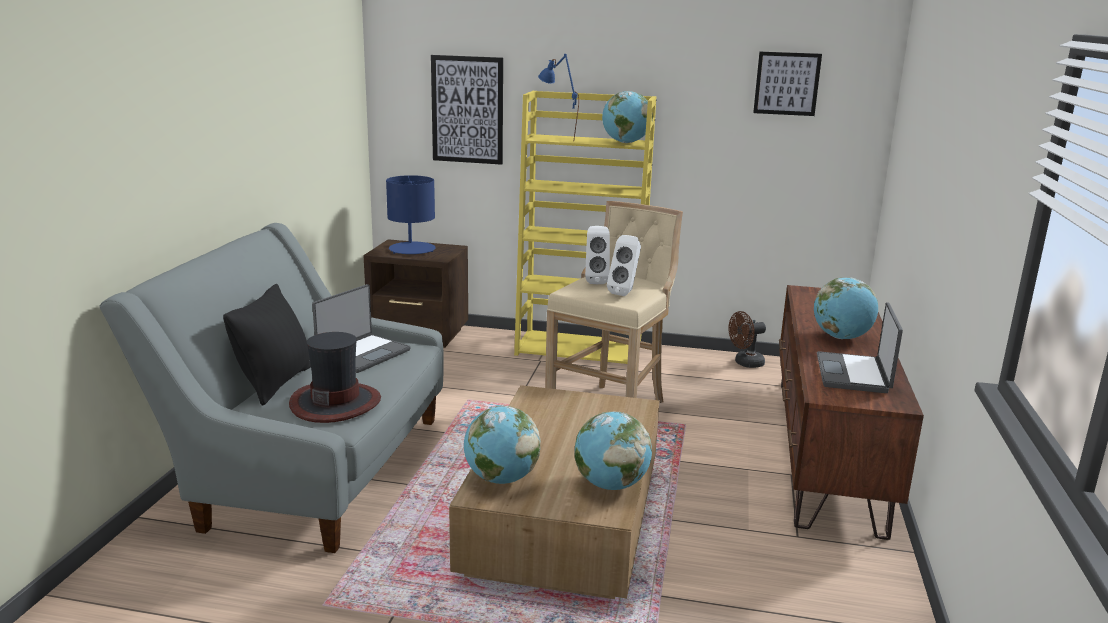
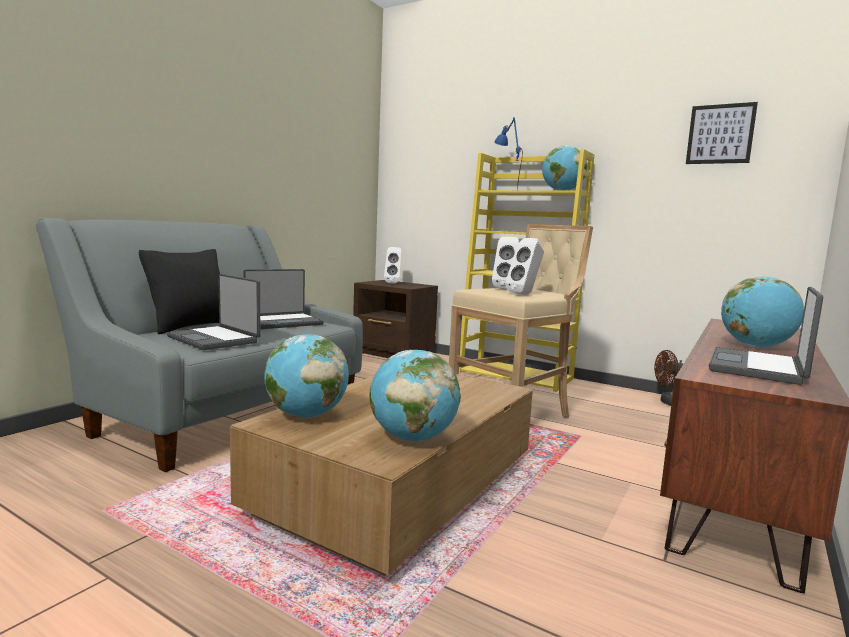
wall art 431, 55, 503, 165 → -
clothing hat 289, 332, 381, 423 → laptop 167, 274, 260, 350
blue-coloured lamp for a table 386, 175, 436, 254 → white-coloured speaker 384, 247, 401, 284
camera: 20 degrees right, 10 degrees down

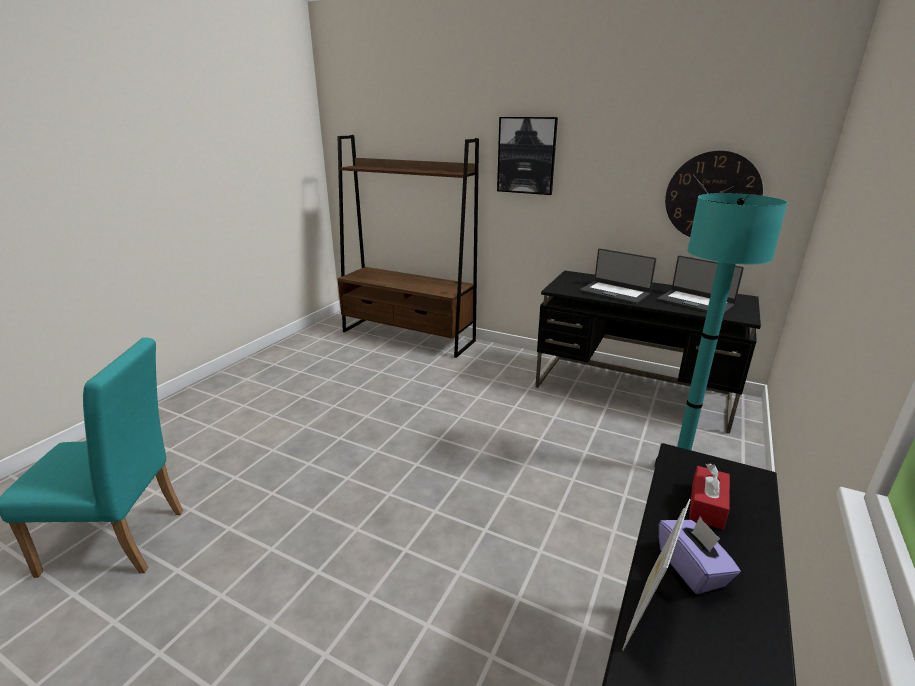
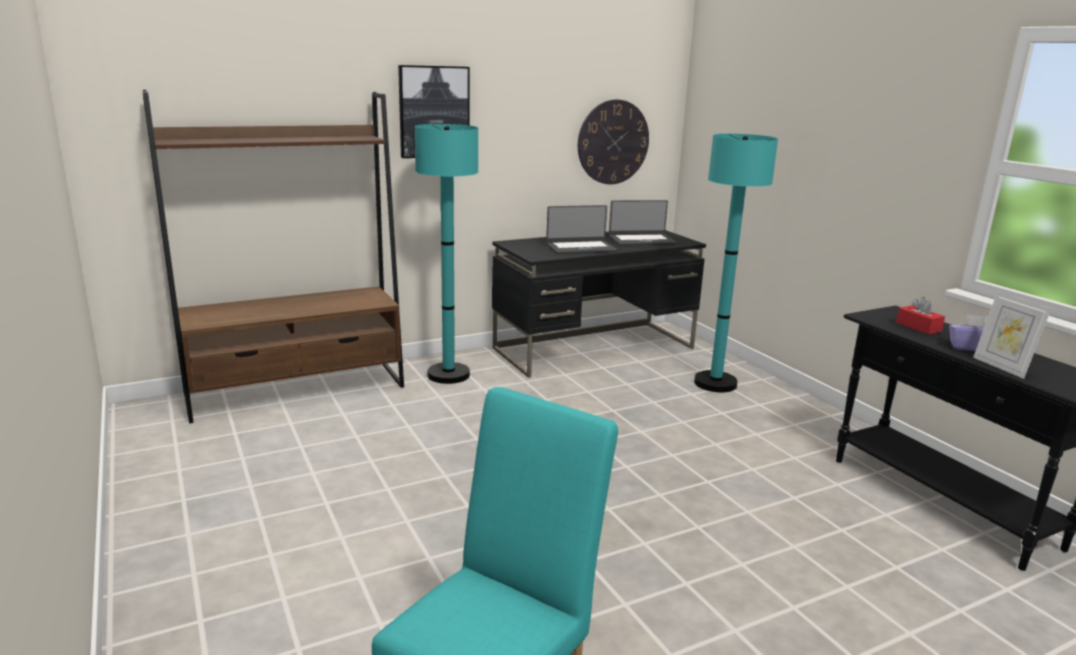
- → turquoise-coloured standing lamp 415, 124, 478, 384
camera: 55 degrees left, 5 degrees down

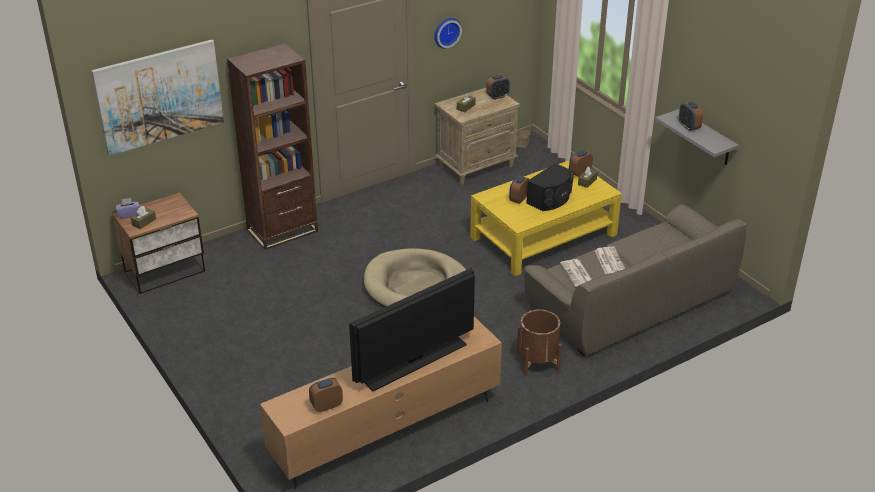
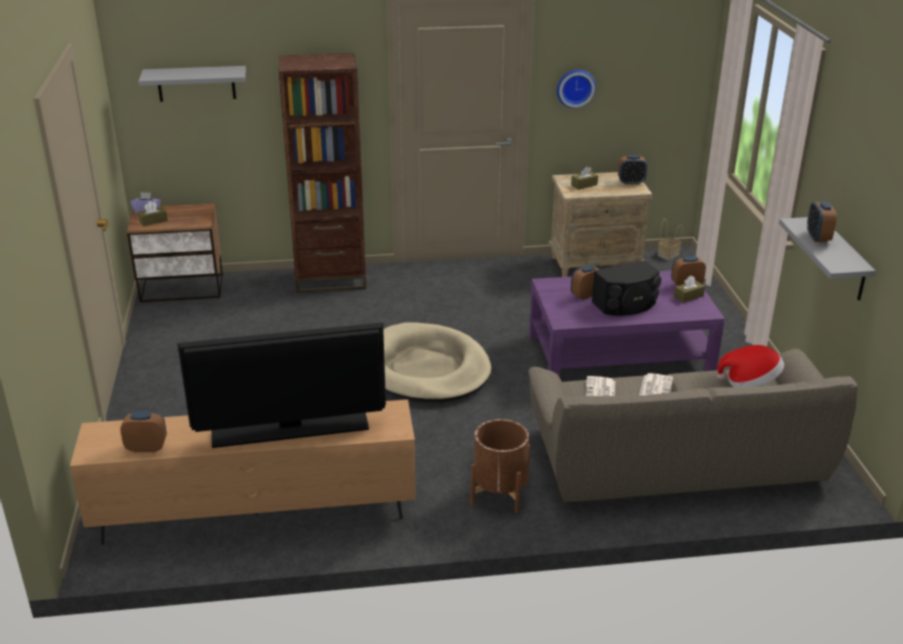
- → clothing hat 717, 345, 784, 387
wall art 91, 40, 224, 156 → gray shelf 138, 66, 246, 102
yellowish low table 470, 160, 622, 276 → purple low table 529, 271, 725, 378
camera: 25 degrees right, 5 degrees down

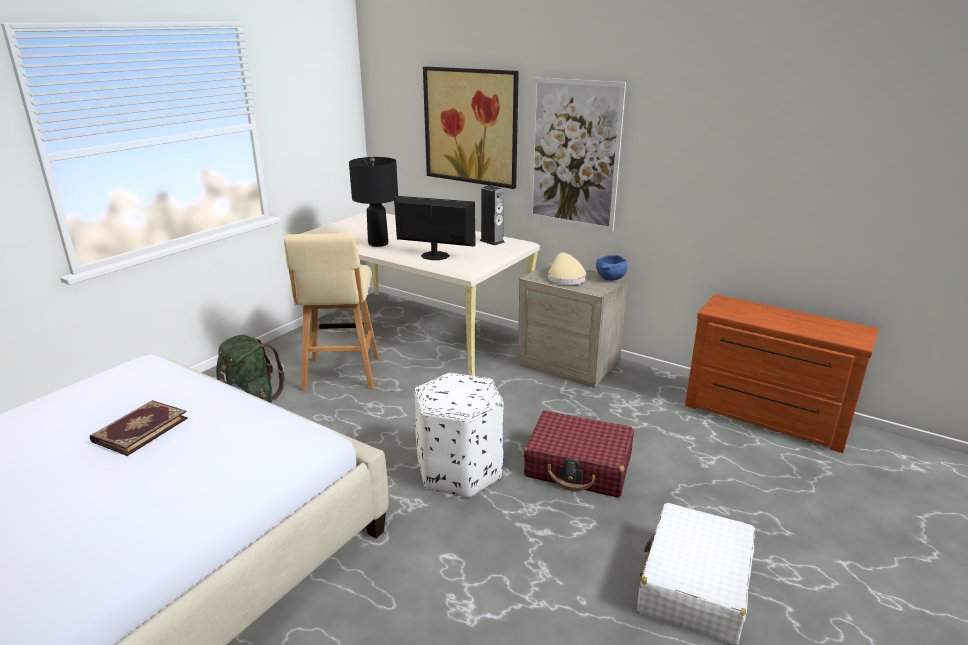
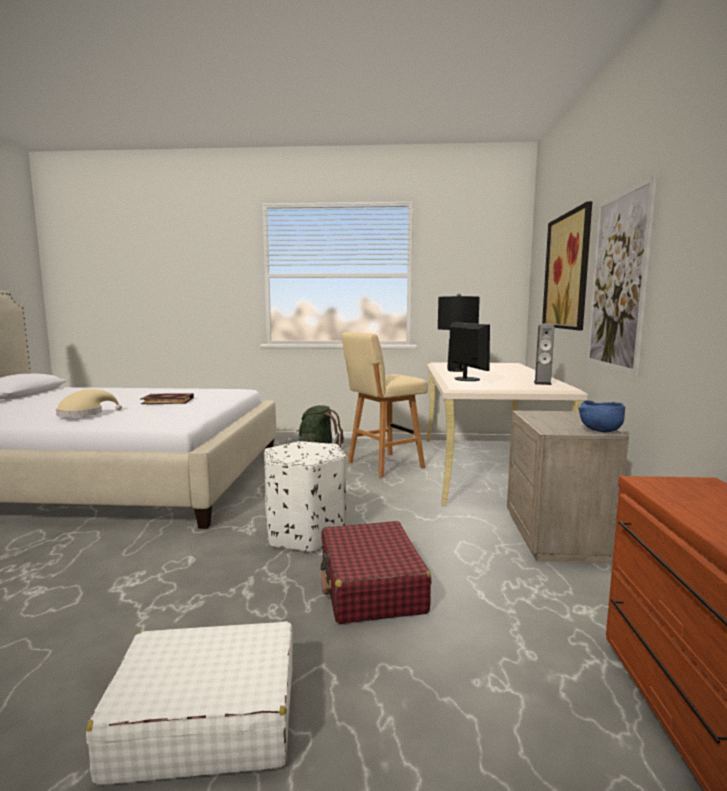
beige clothing hat 548, 253, 586, 285 → beige clothing hat 56, 389, 122, 417, relocated
camera: 60 degrees right, 15 degrees down

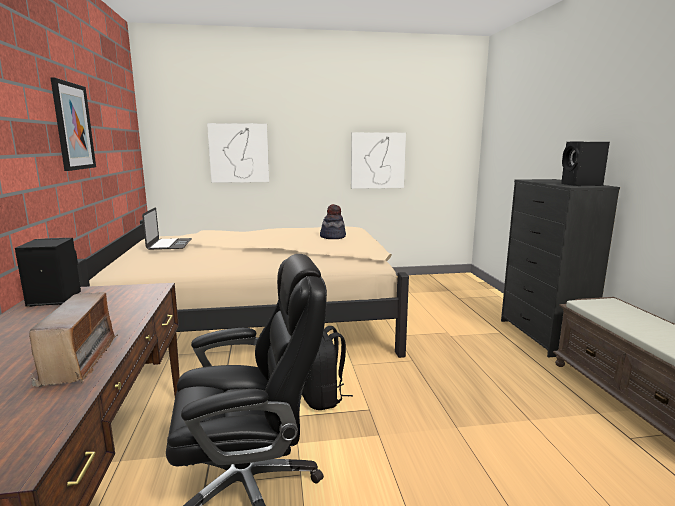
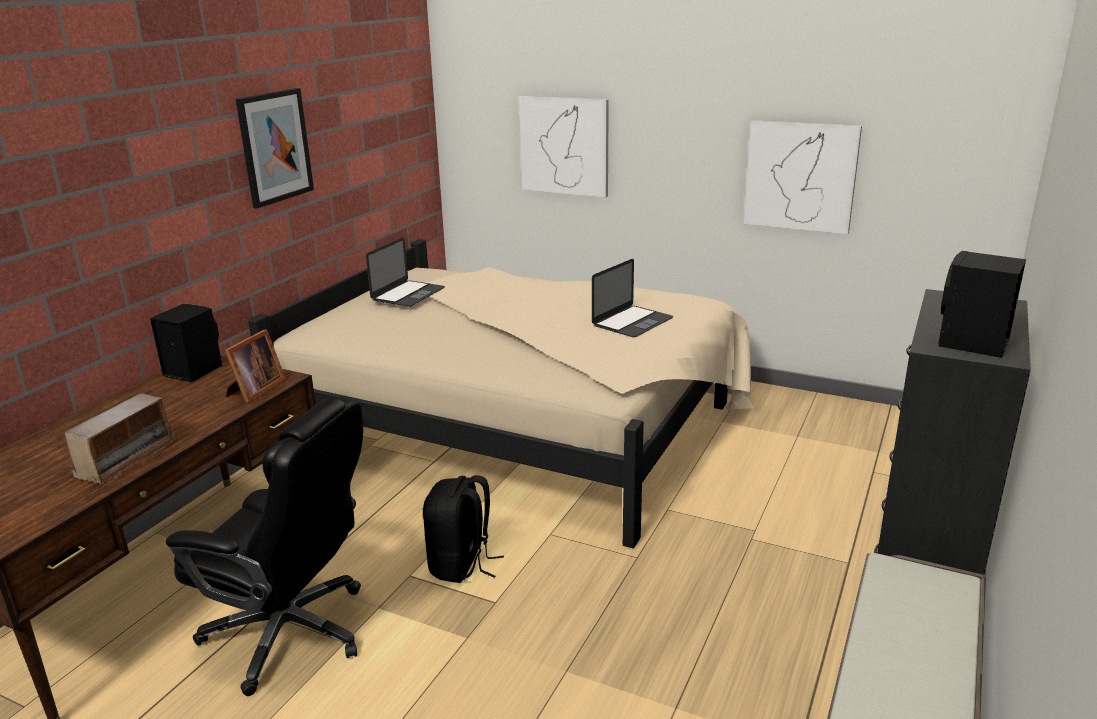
- → picture frame 224, 329, 286, 403
clothing hat 320, 204, 346, 239 → laptop 592, 259, 673, 337
camera: 35 degrees right, 10 degrees up

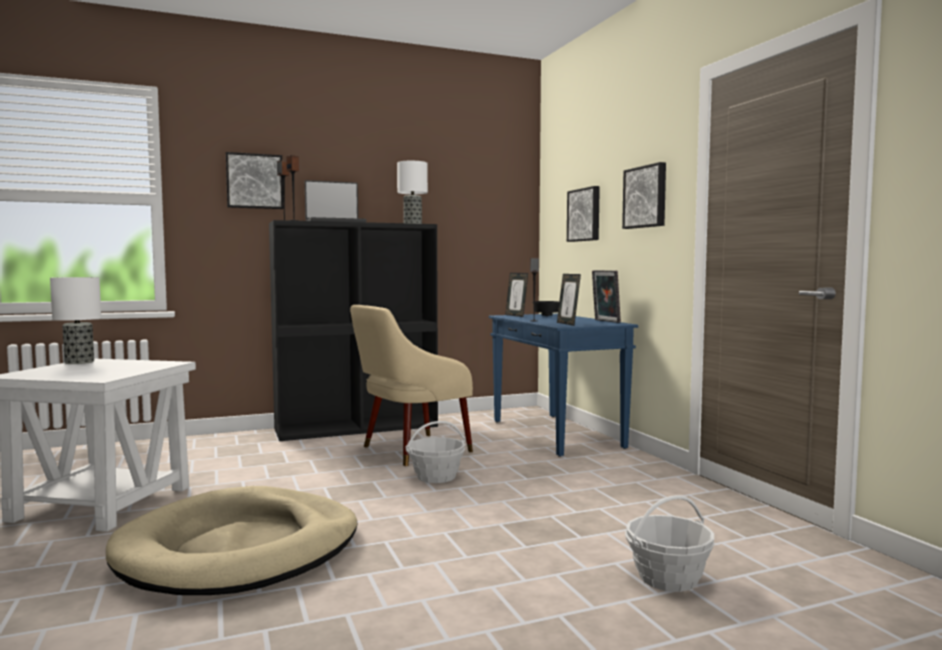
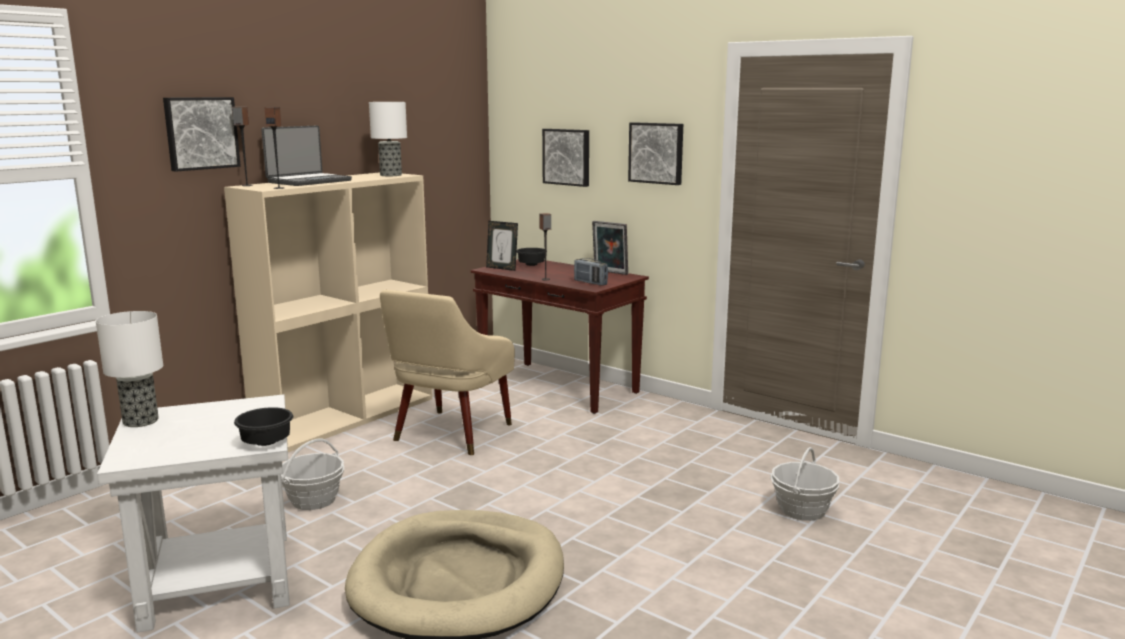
- → black deep dish 234, 407, 293, 446
household basket 405, 421, 466, 483 → household basket 281, 439, 344, 510, relocated
picture frame 557, 274, 581, 326 → radio set 574, 258, 608, 286
black bookcase 269, 220, 438, 441 → beige bookcase 224, 172, 433, 452
blue-coloured console table 489, 314, 638, 457 → brown console table 471, 259, 649, 414
camera: 30 degrees left, 10 degrees up

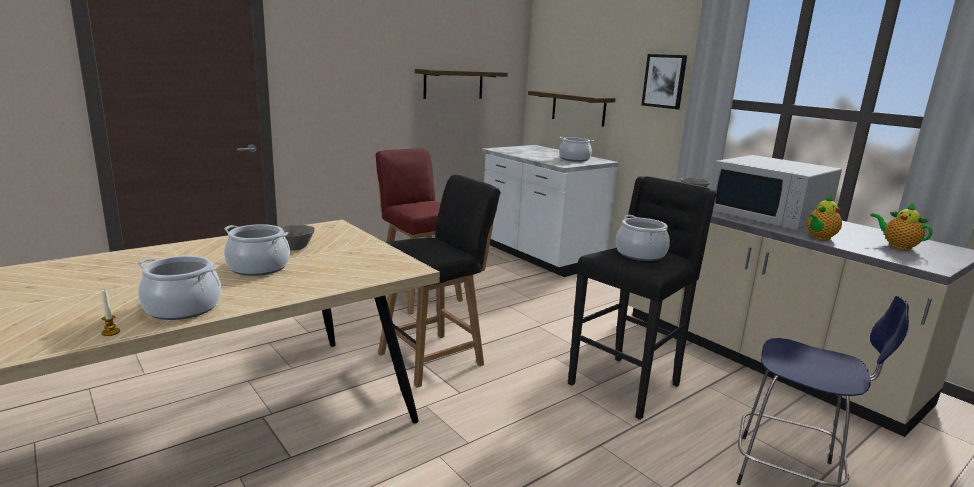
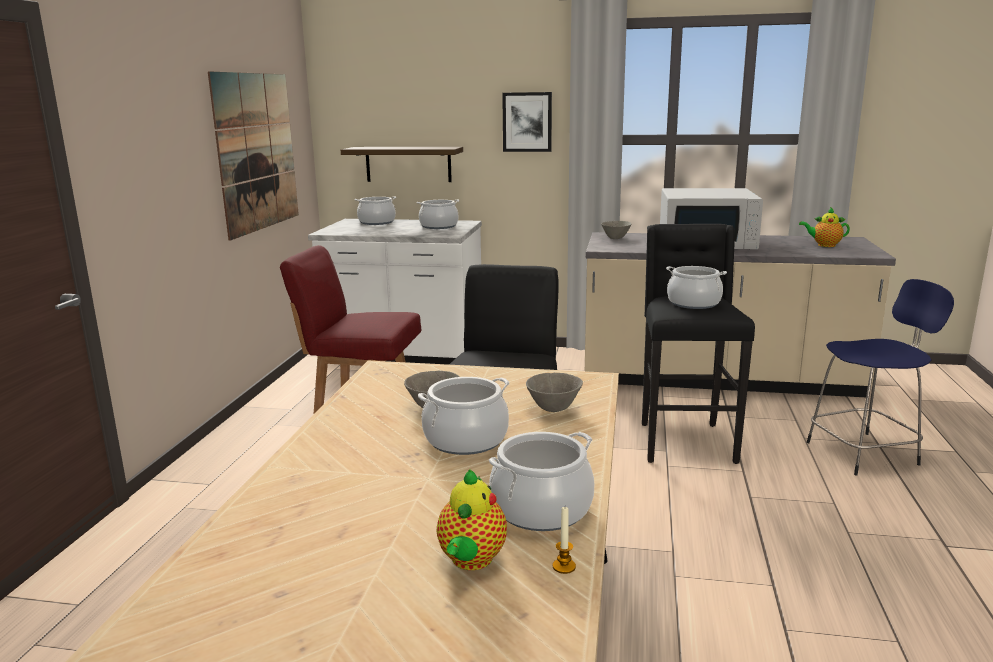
- → stockpot 354, 196, 396, 225
- → gray deep dish 526, 373, 583, 412
tea pot 807, 195, 842, 240 → tea pot 437, 469, 507, 570, relocated
shelf 415, 69, 508, 99 → wall art 208, 71, 299, 241
camera: 40 degrees left, 0 degrees up

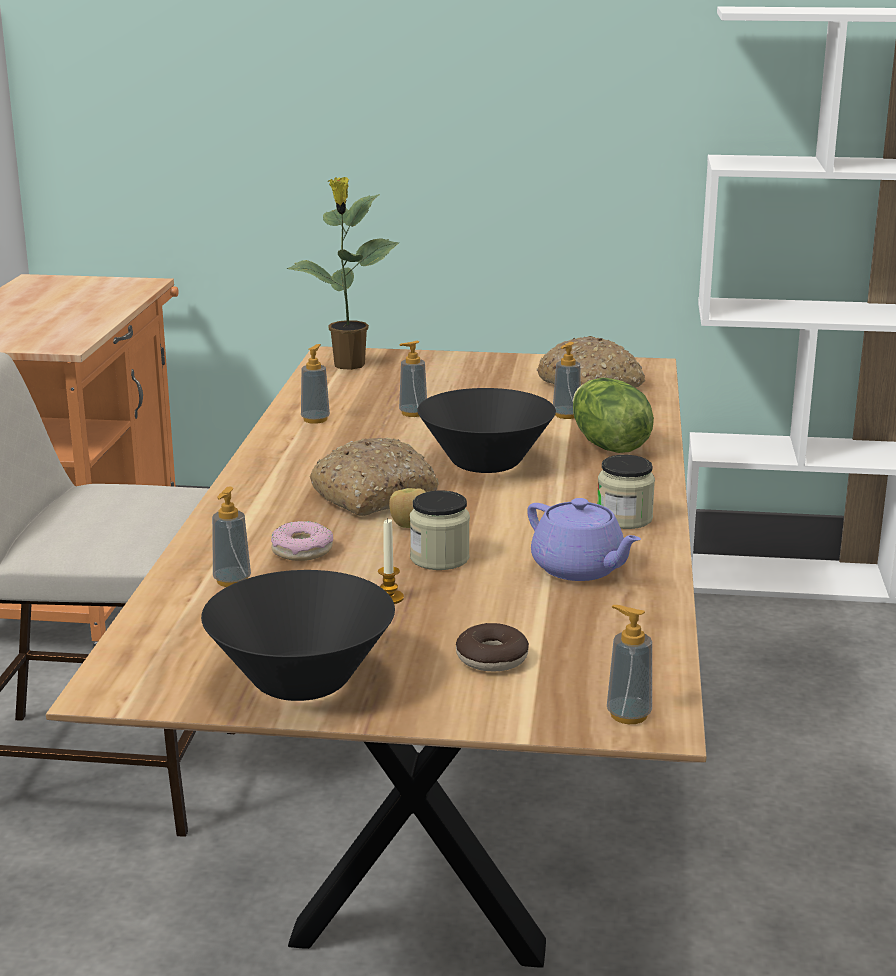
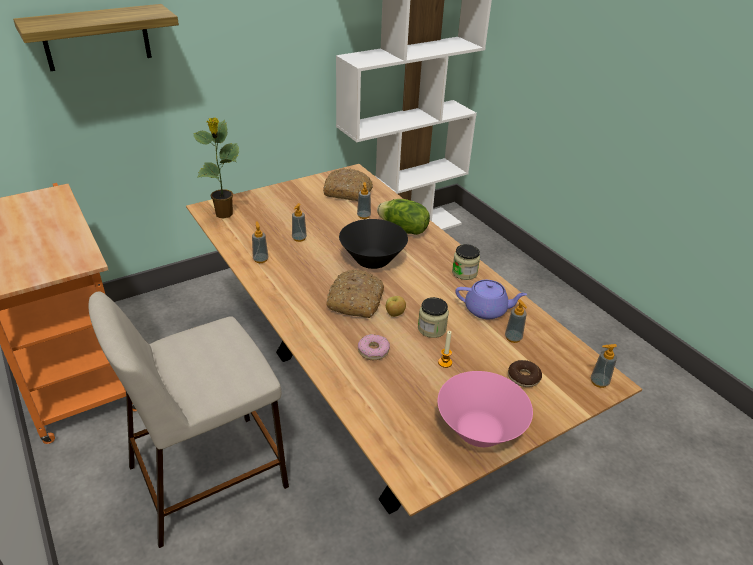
- → shelf 13, 4, 179, 71
soap bottle 212, 487, 251, 587 → soap bottle 505, 299, 527, 343, relocated
black deep dish 201, 570, 395, 701 → pink deep dish 437, 371, 533, 447
camera: 40 degrees left, 15 degrees up

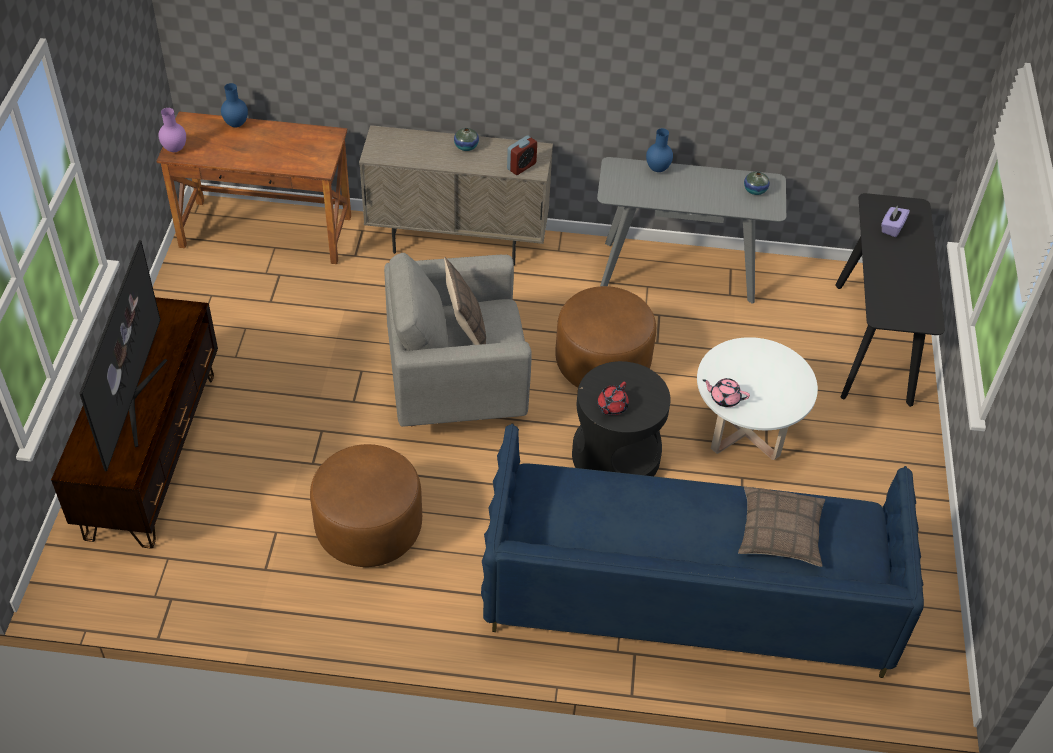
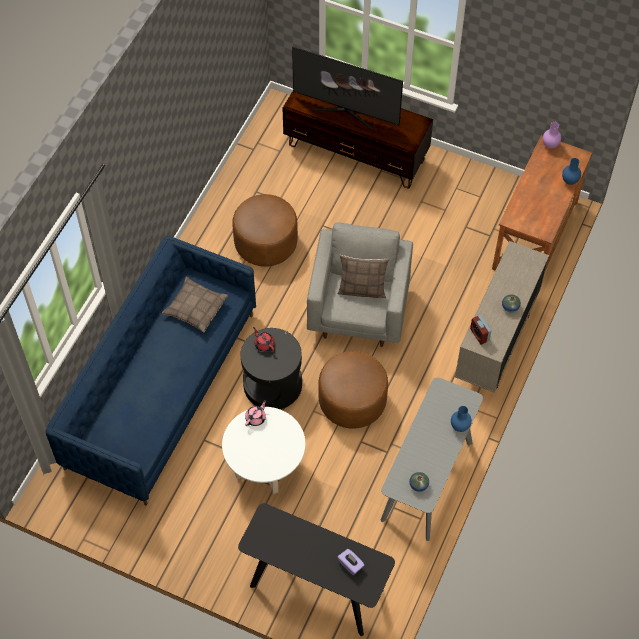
cushion 738, 486, 825, 567 → cushion 162, 277, 228, 333, relocated
camera: 110 degrees right, 10 degrees up

